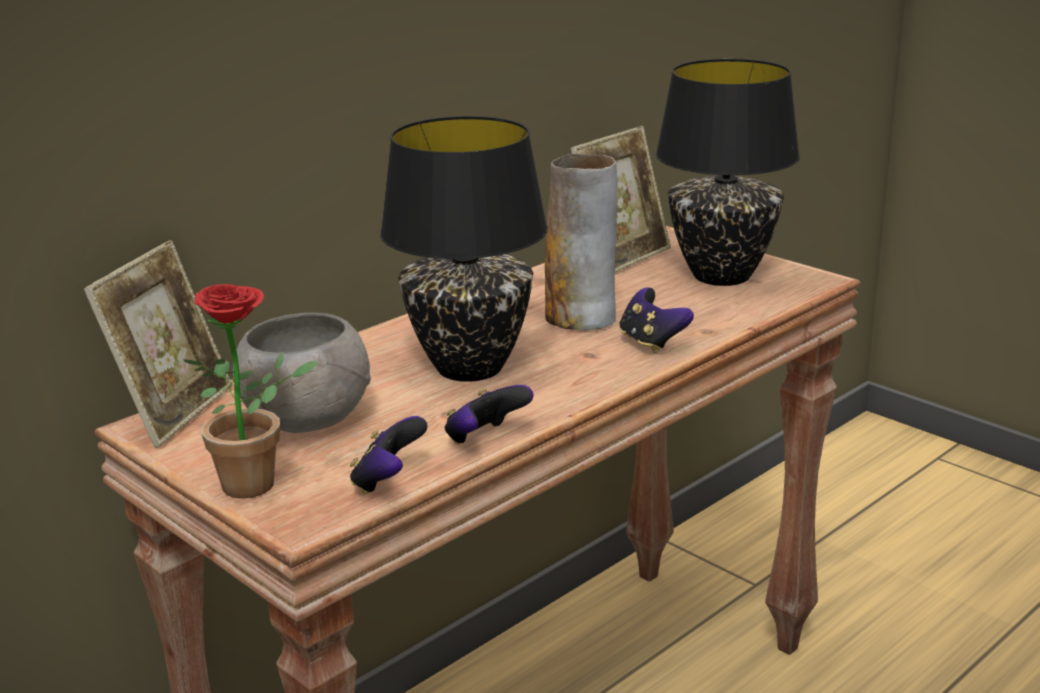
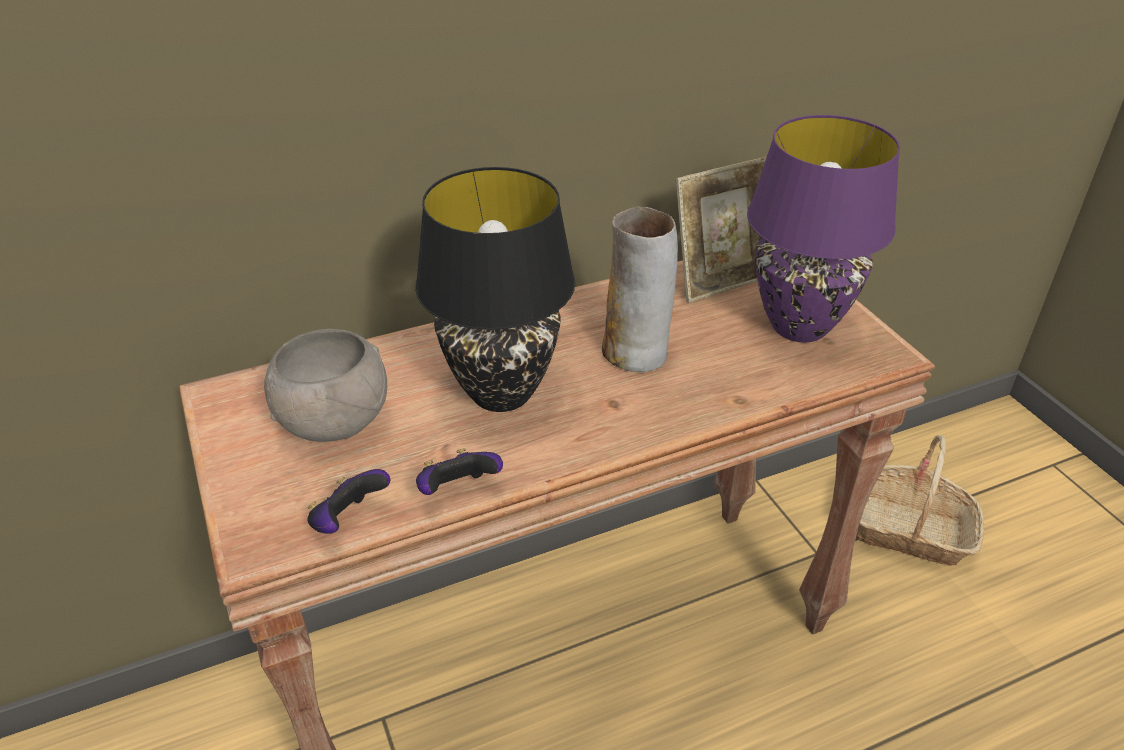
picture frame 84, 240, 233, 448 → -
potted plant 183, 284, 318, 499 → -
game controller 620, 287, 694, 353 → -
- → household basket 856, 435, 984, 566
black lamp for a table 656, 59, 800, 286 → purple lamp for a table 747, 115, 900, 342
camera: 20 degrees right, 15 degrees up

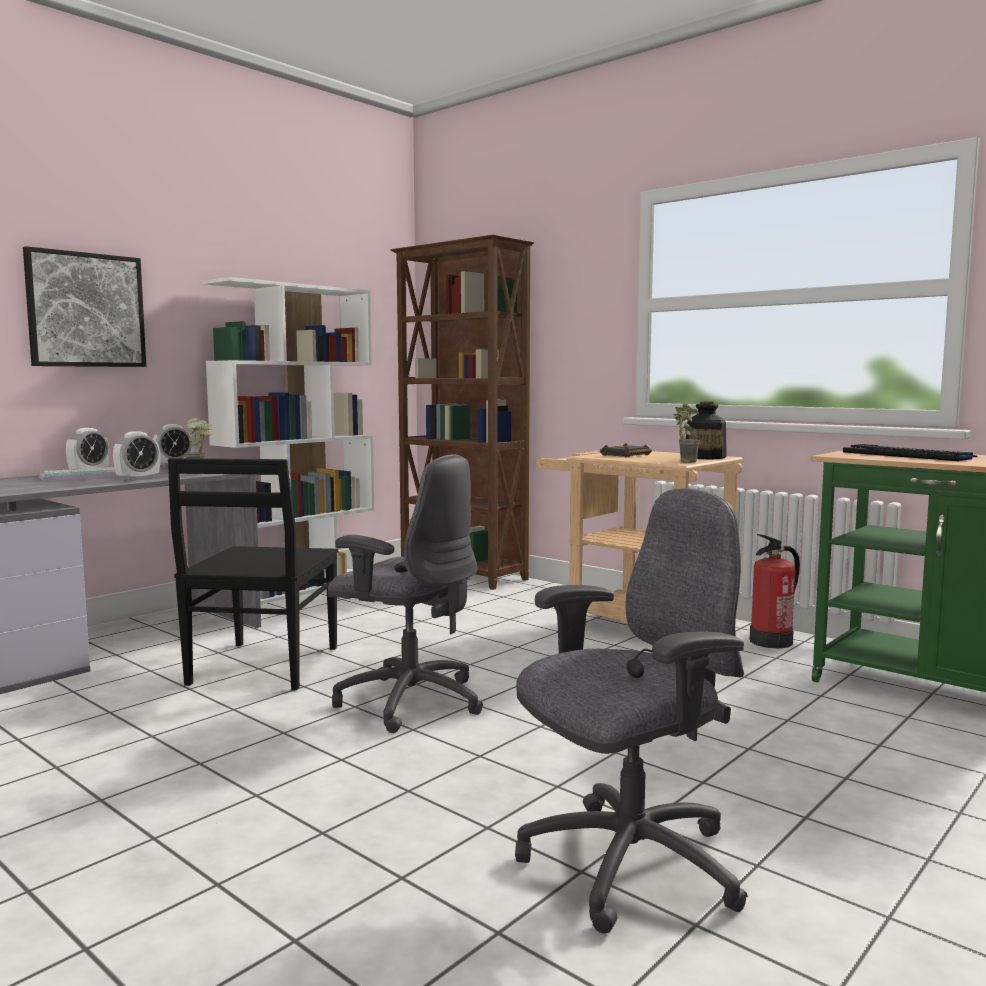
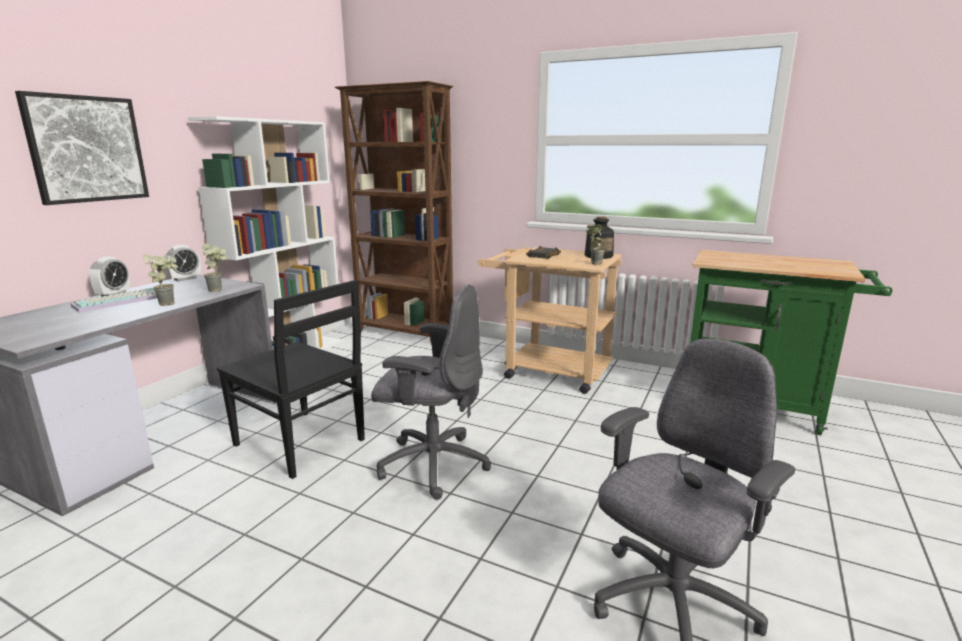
extinguisher 750, 534, 800, 649 → -
keyboard 843, 444, 978, 461 → -
bedside clock 113, 431, 160, 481 → potted plant 142, 255, 178, 306
black chair 168, 458, 338, 690 → black chair 217, 280, 365, 479, 45 degrees counterclockwise
camera: 15 degrees left, 10 degrees up

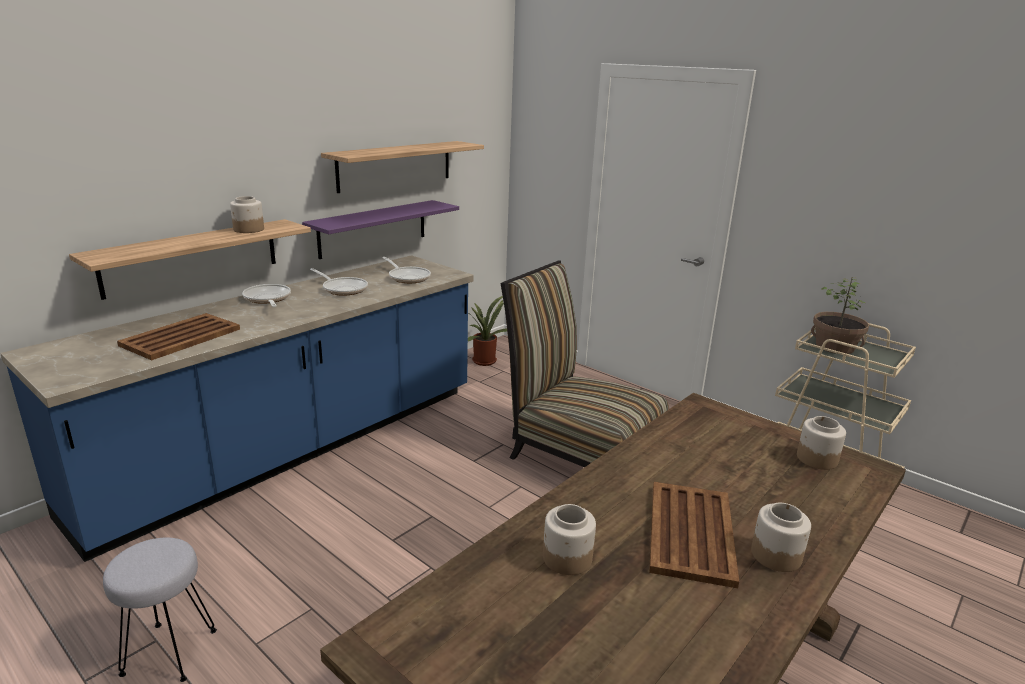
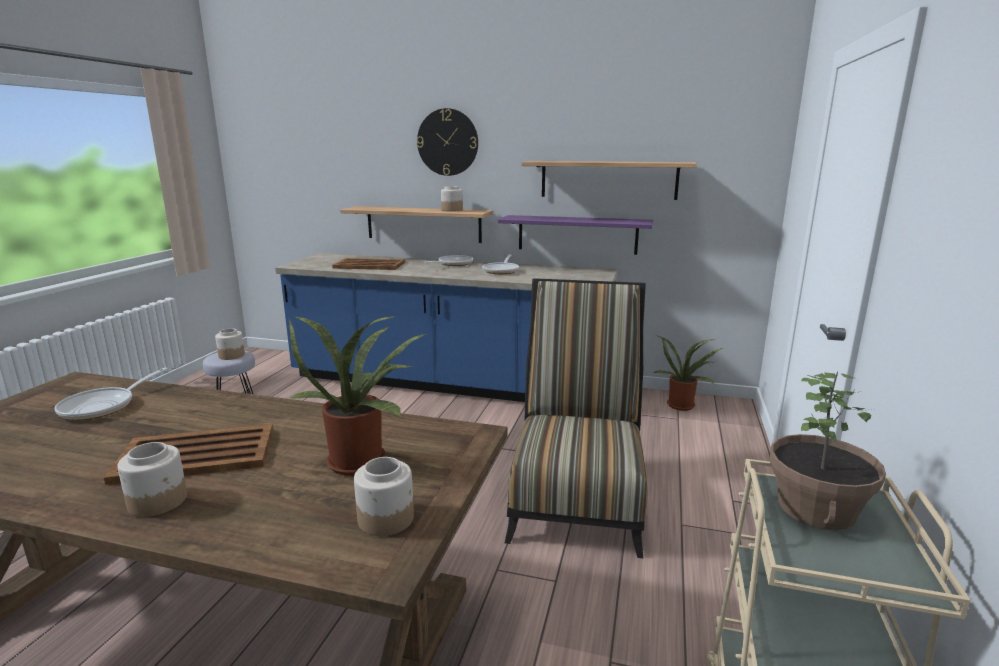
- → potted plant 289, 316, 425, 476
- → wall clock 417, 108, 478, 176
frying pan 382, 257, 431, 283 → frying pan 54, 367, 168, 420, relocated
preserve jar 543, 504, 596, 575 → preserve jar 215, 328, 245, 360, relocated
camera: 65 degrees right, 5 degrees down

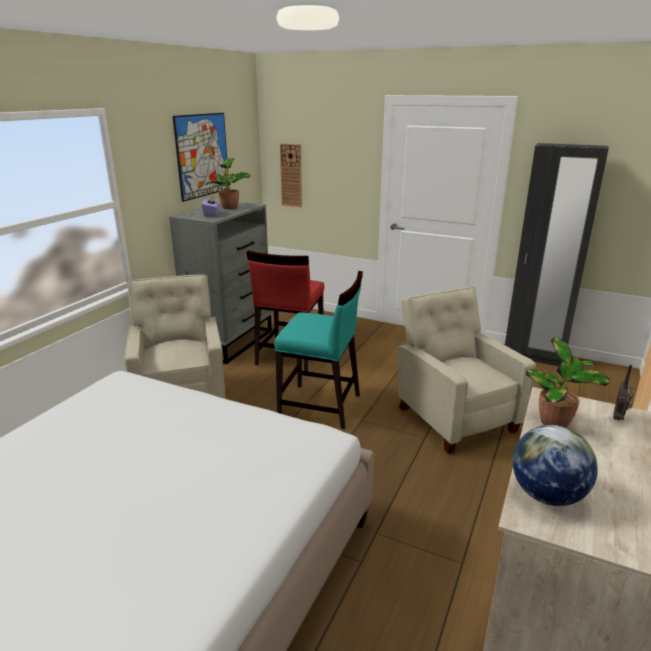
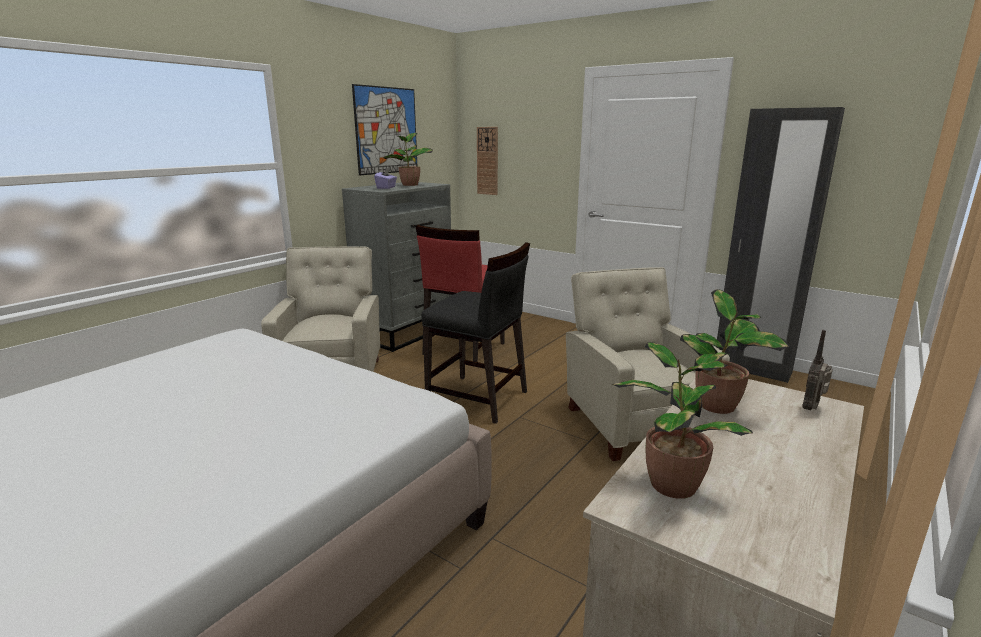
world globe 513, 425, 598, 506 → potted plant 612, 342, 753, 499
turquoise-coloured chair 274, 271, 363, 429 → black chair 421, 242, 530, 424
camera: 10 degrees right, 5 degrees down

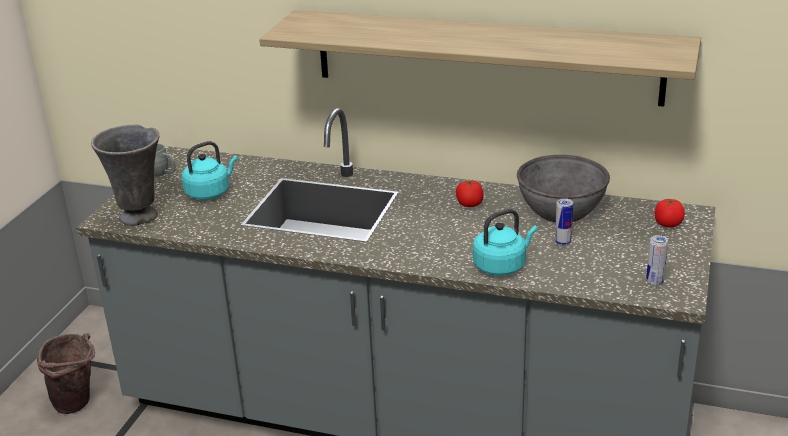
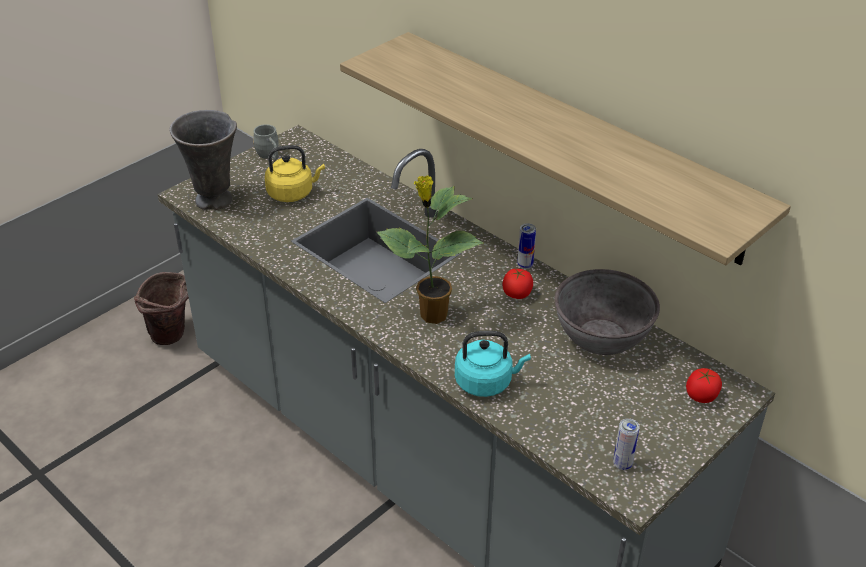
- → potted plant 377, 175, 483, 324
sealed can 555, 198, 573, 246 → sealed can 517, 223, 536, 269, relocated
turquoise-coloured tea kettle 182, 141, 238, 200 → yellowish tea kettle 265, 145, 325, 202
camera: 25 degrees right, 10 degrees up

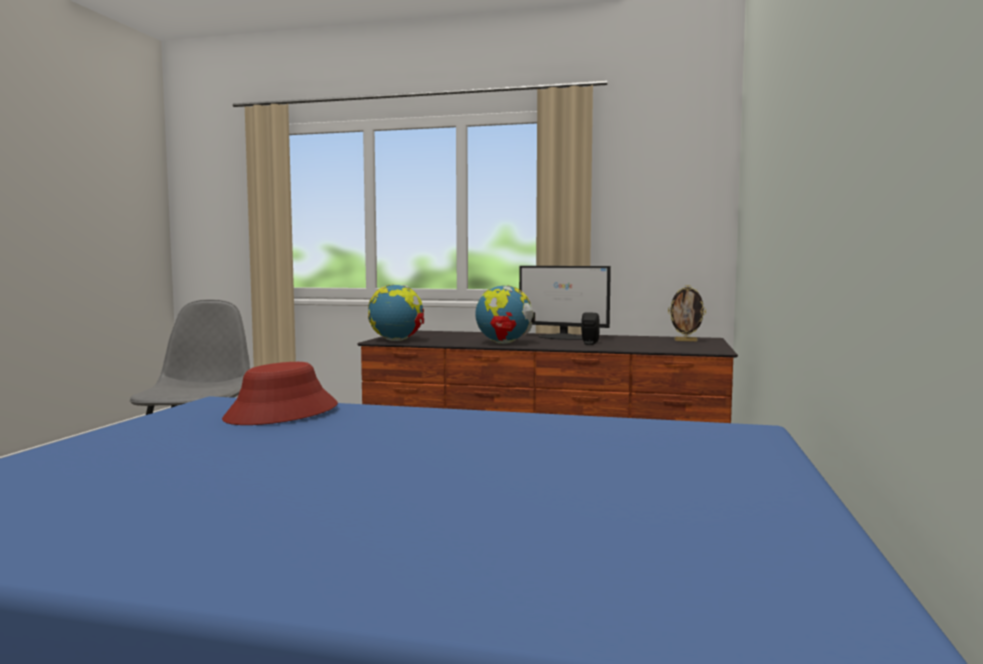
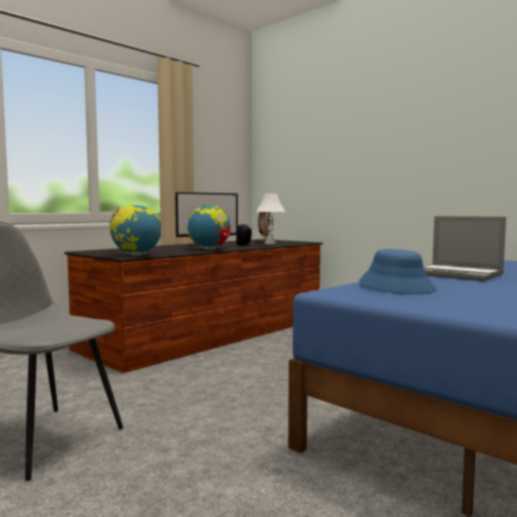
- → white-coloured lamp for a table 256, 193, 286, 244
- → laptop 424, 216, 506, 281
reddish clothing hat 222, 362, 338, 425 → blue-coloured clothing hat 359, 249, 437, 294
camera: 60 degrees left, 0 degrees up

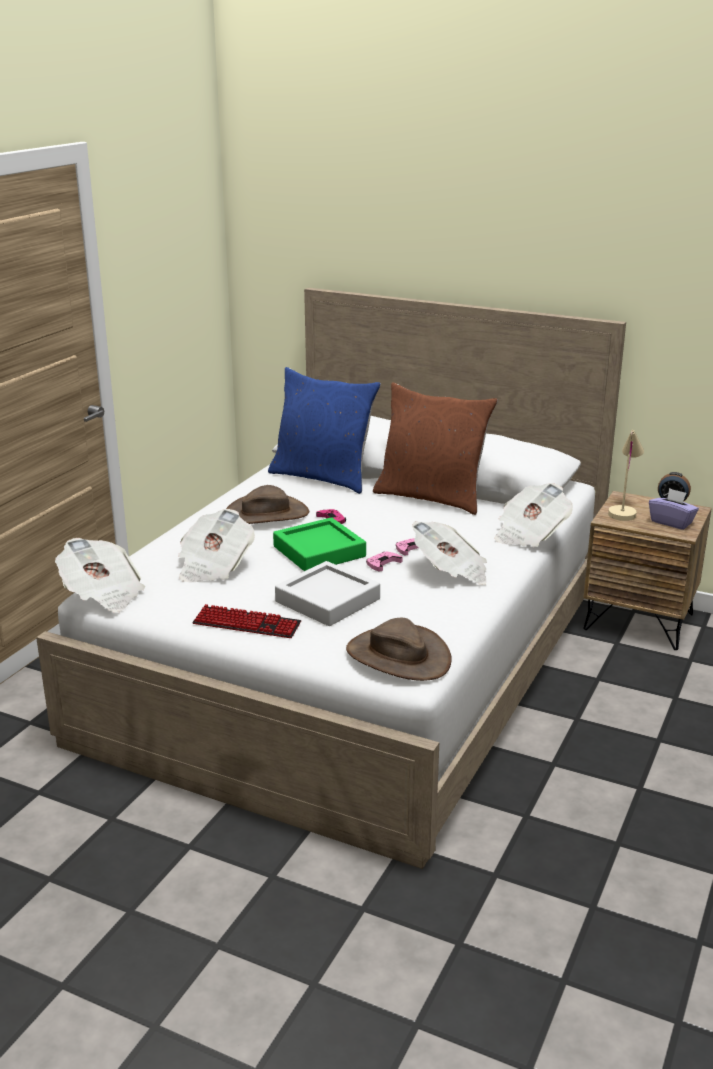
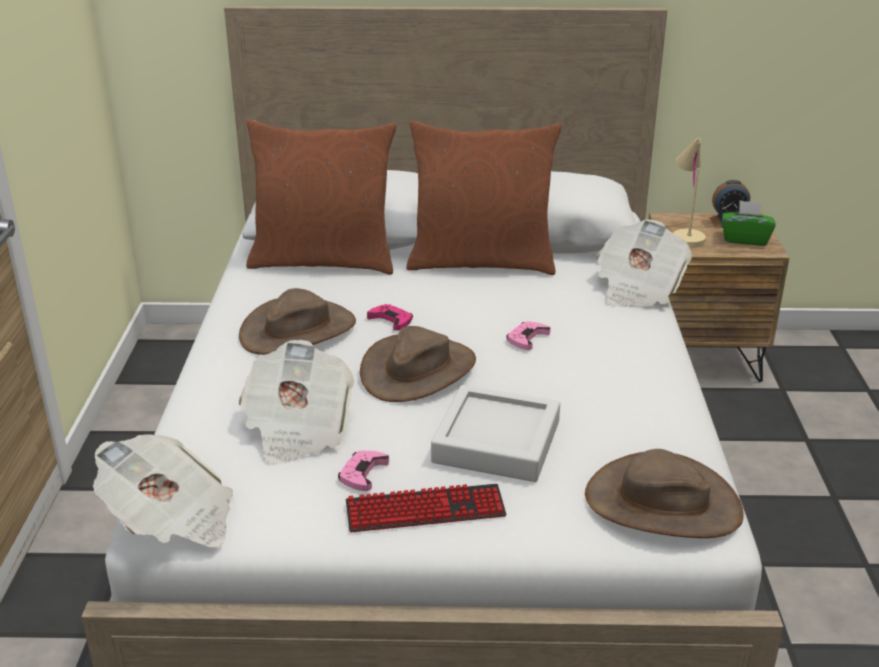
daily paper 412, 521, 487, 585 → -
pink game controller 366, 551, 403, 571 → pink game controller 338, 451, 389, 491, relocated
green tray 273, 517, 366, 571 → brown clothing hat 360, 326, 476, 402
blue-coloured cushion 268, 367, 381, 494 → brown cushion 246, 119, 397, 275
purple tissue holder 649, 488, 699, 530 → green tissue holder 722, 200, 776, 246
camera: 25 degrees left, 5 degrees up

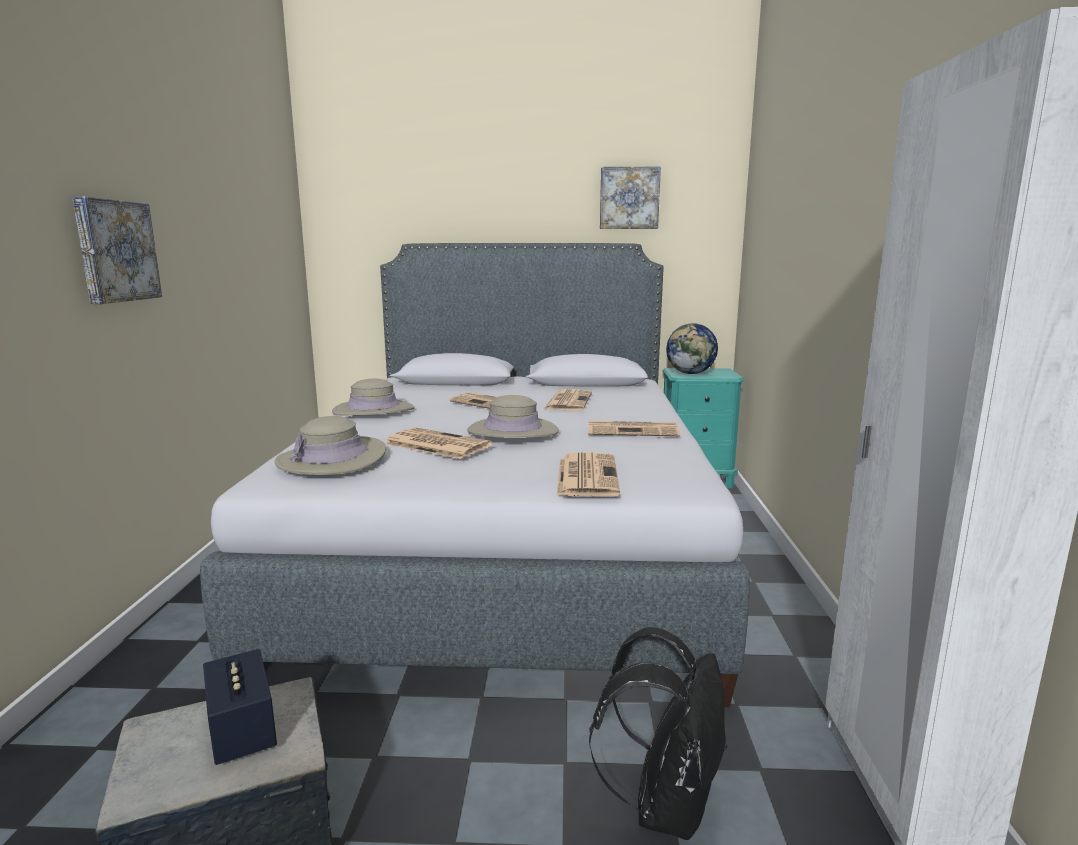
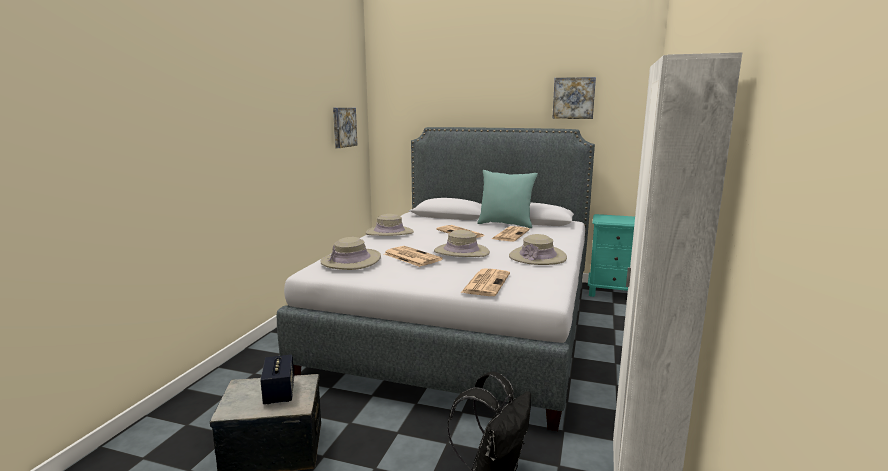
world globe 666, 323, 718, 374 → -
- → turquoise-coloured cushion 477, 170, 538, 228
wall art 72, 197, 162, 304 → wall art 333, 108, 357, 148, relocated
daily paper 588, 421, 680, 436 → beige clothing hat 509, 234, 567, 265
camera: 15 degrees right, 0 degrees up

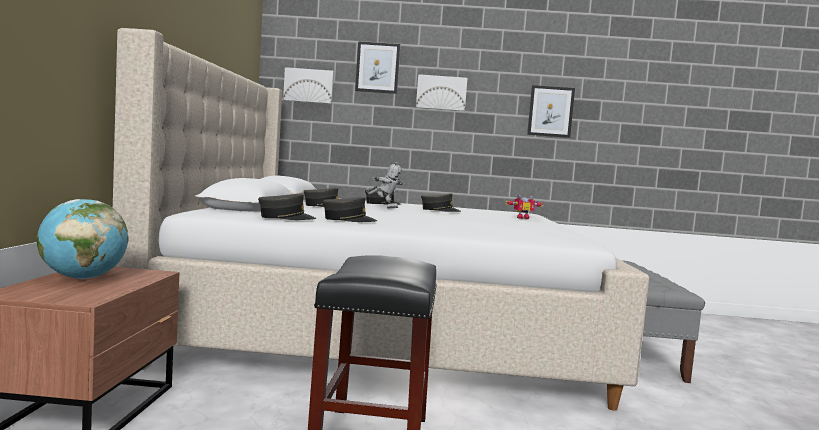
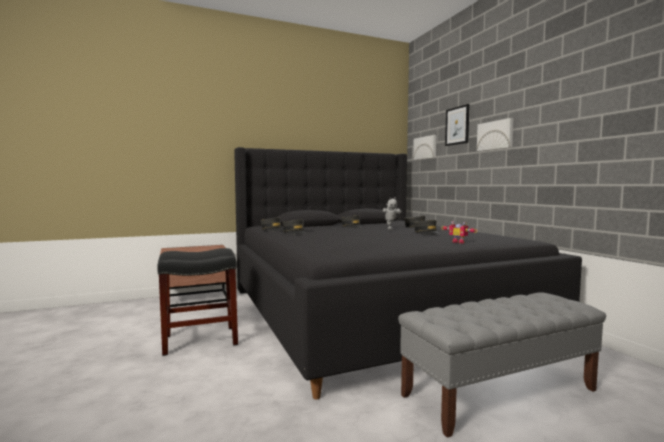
world globe 37, 199, 129, 279 → -
wall art 527, 85, 575, 138 → -
beige sleeping bed 113, 28, 649, 411 → black sleeping bed 234, 147, 582, 400
camera: 65 degrees right, 0 degrees up

